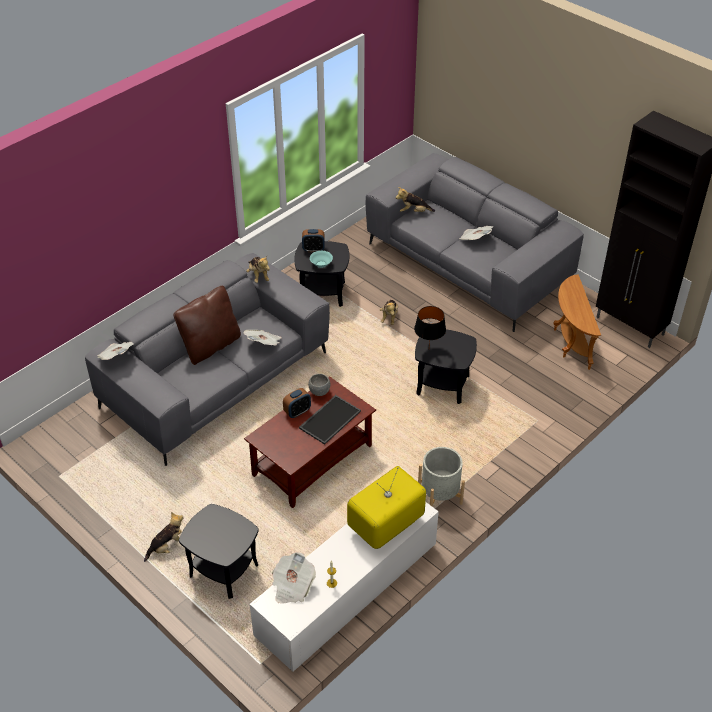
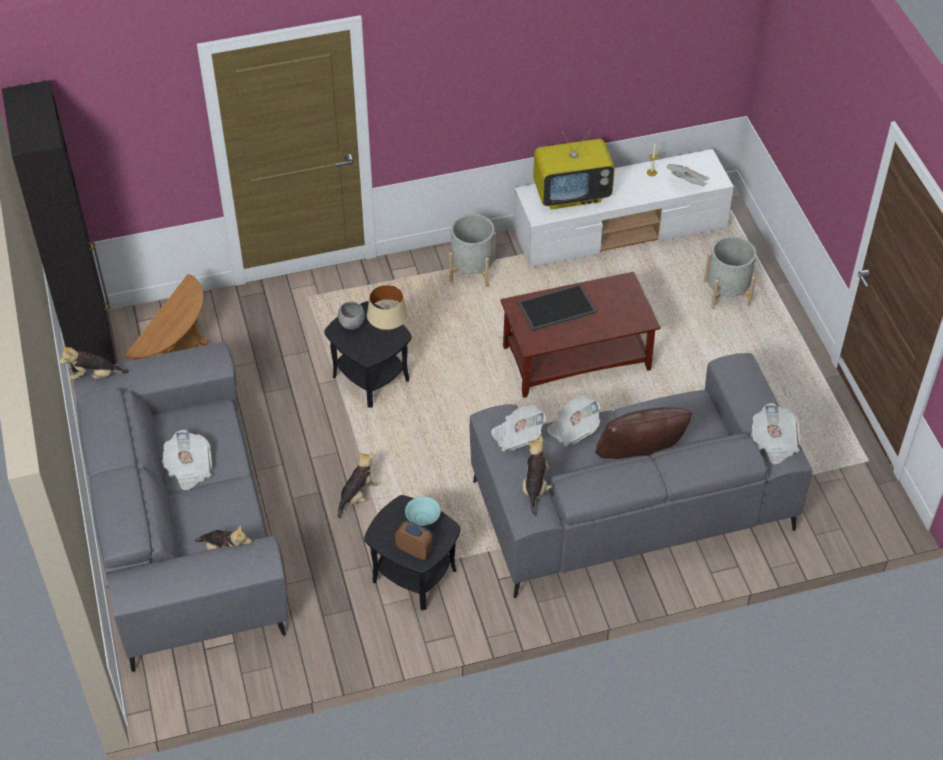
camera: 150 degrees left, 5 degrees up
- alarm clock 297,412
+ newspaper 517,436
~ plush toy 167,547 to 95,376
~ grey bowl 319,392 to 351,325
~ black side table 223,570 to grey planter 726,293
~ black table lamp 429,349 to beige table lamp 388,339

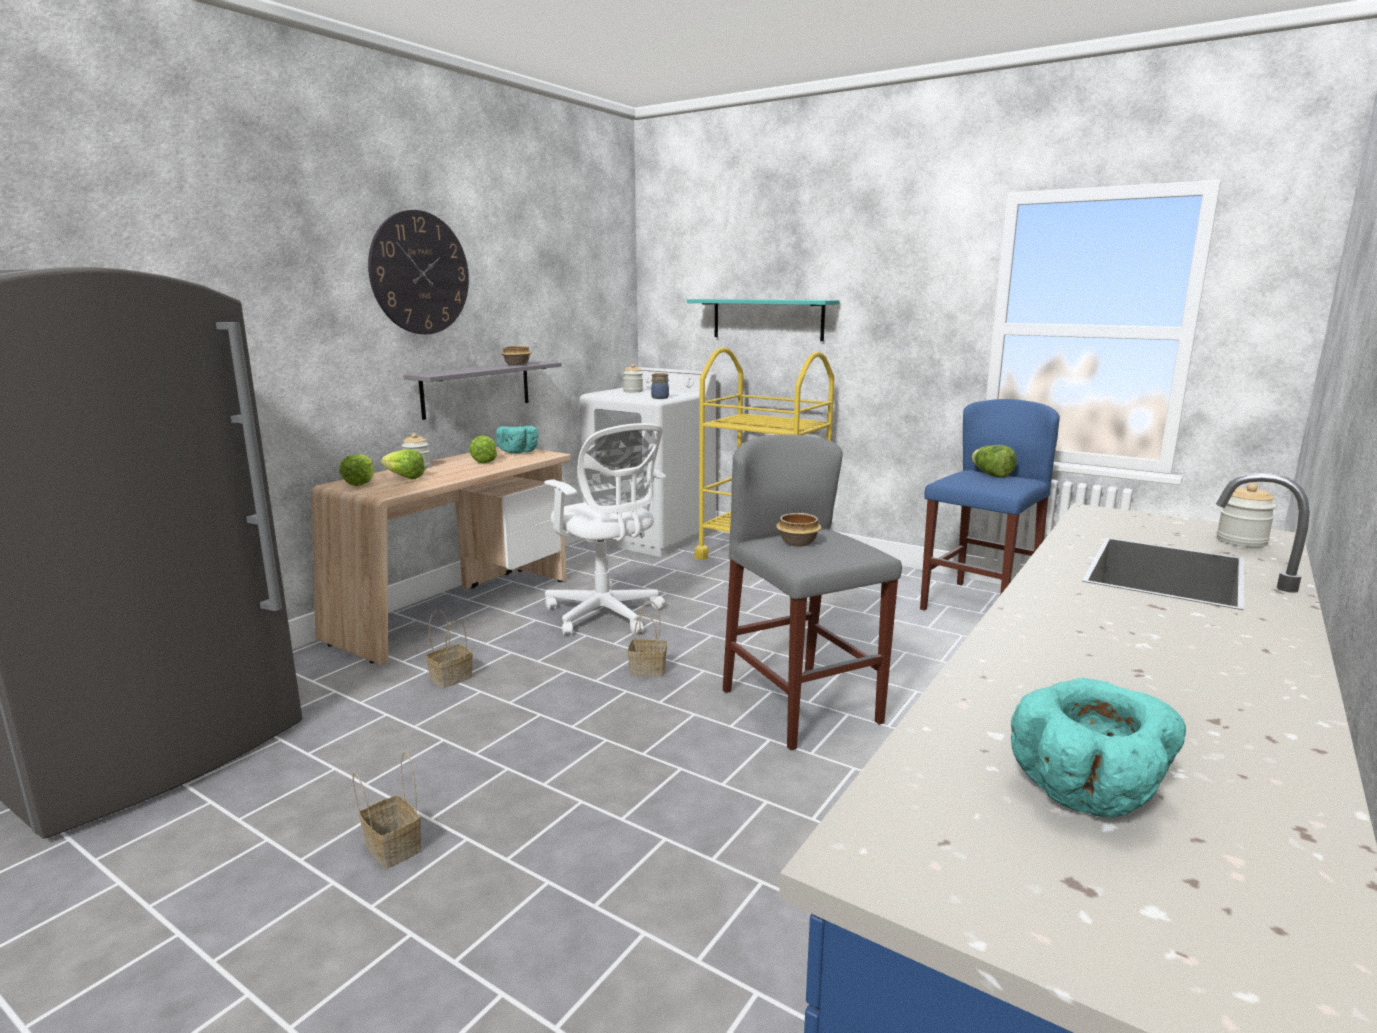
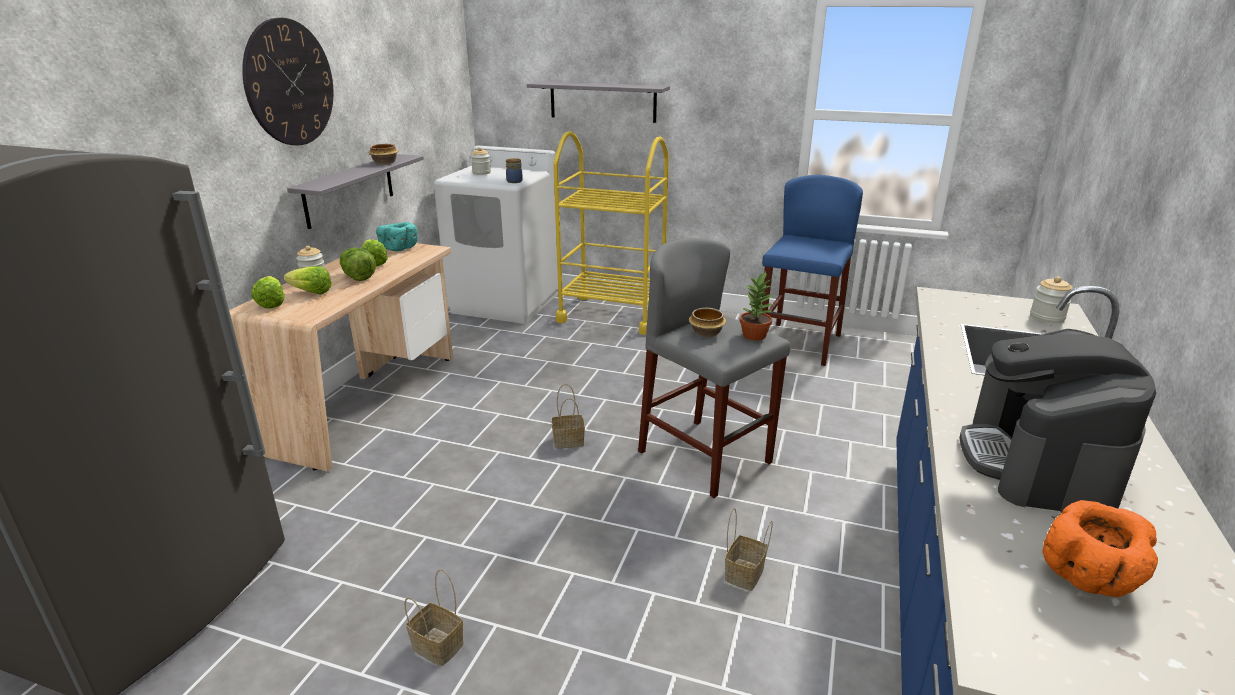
camera: 15 degrees left, 10 degrees up
- white office chair 606,616
+ potted plant 755,335
+ coffee machine 1038,463
~ basket 450,679 to 744,575
~ lettuce 991,475 to 357,277
~ turquoise shelf 767,319 to grey shelf 602,101
~ turquoise bowl 1089,795 to orange bowl 1091,577

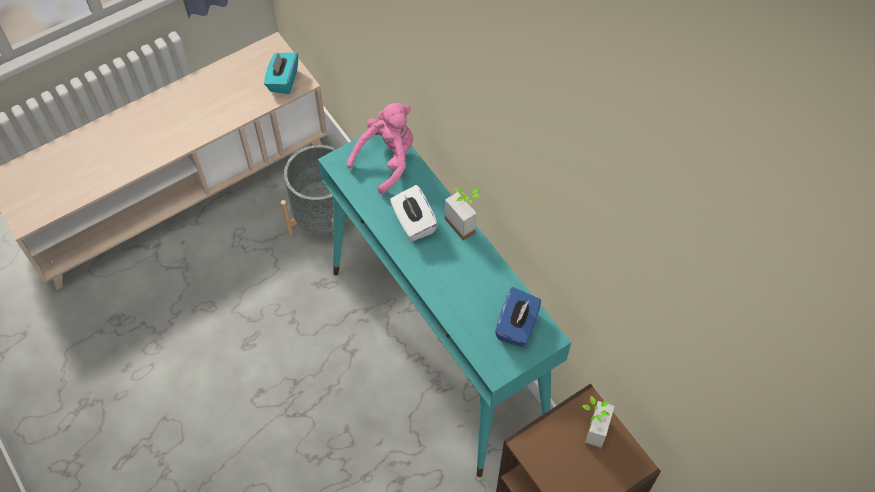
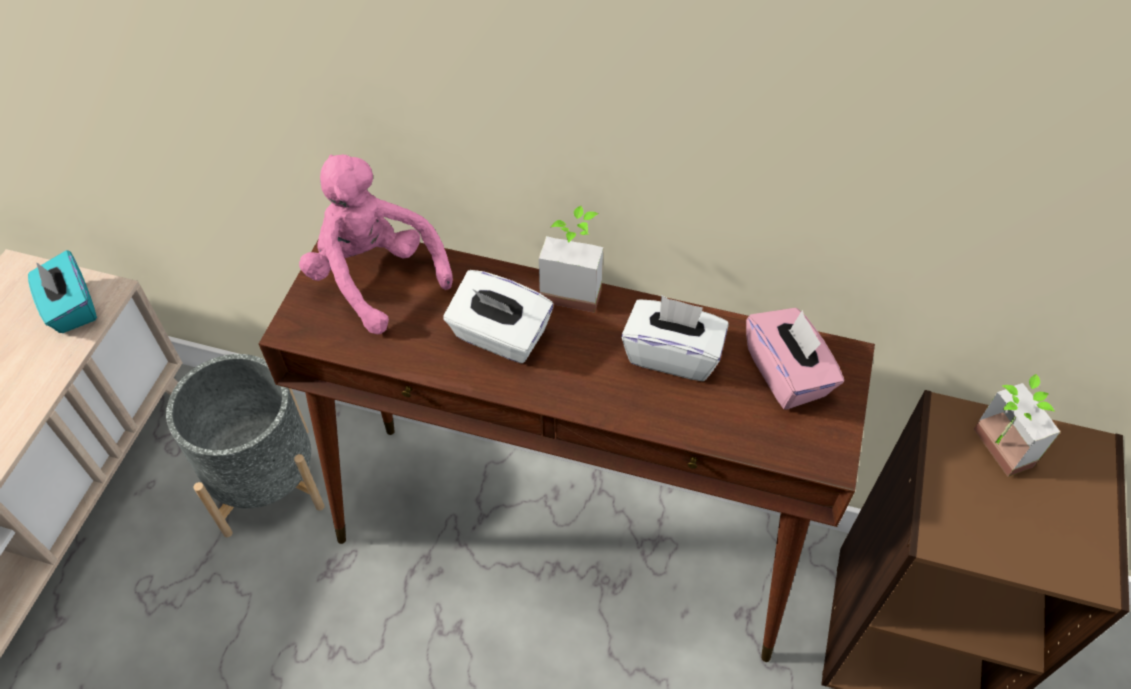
camera: 40 degrees left, 5 degrees down
+ white tissue box 672,354
~ turquoise console table 438,349 to brown console table 567,537
~ blue tissue box 517,326 to pink tissue box 787,374
~ pink plush toy 387,160 = 375,277 45 degrees counterclockwise

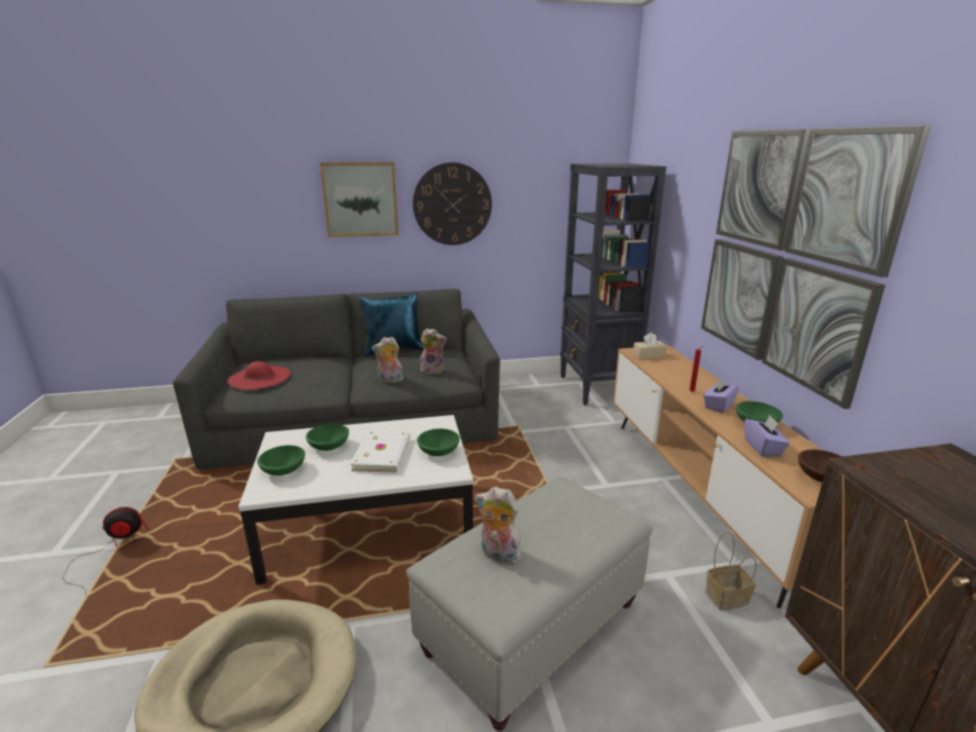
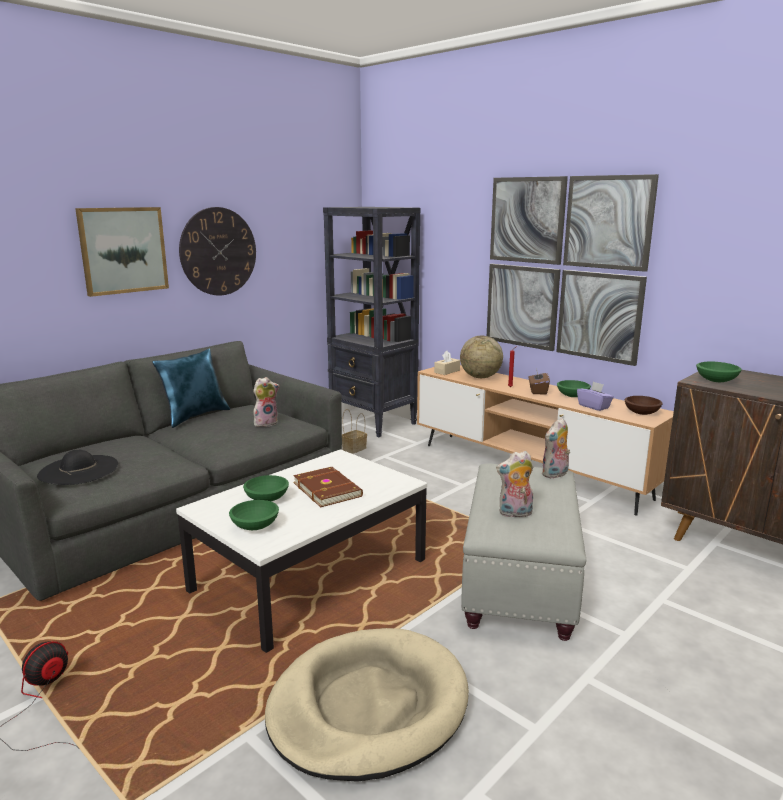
camera: 35 degrees left, 5 degrees down
+ globe 480,377
~ plush toy 390,380 to 555,474
~ green bowl 438,451 to 716,380
~ basket 727,596 to 354,448
~ red hat 259,377 to black hat 78,470
~ white book 383,454 to brown book 328,489
~ purple tissue box 718,406 to brown tissue box 537,391

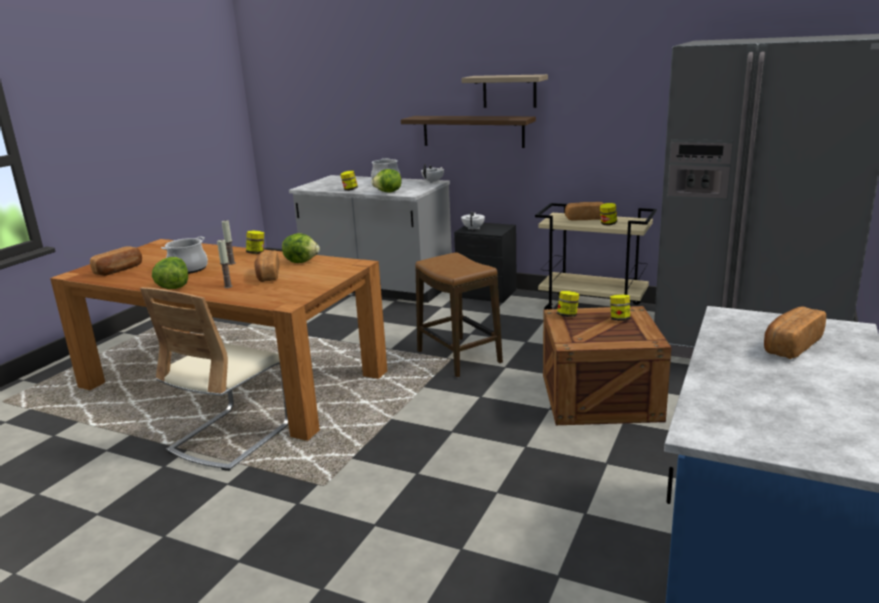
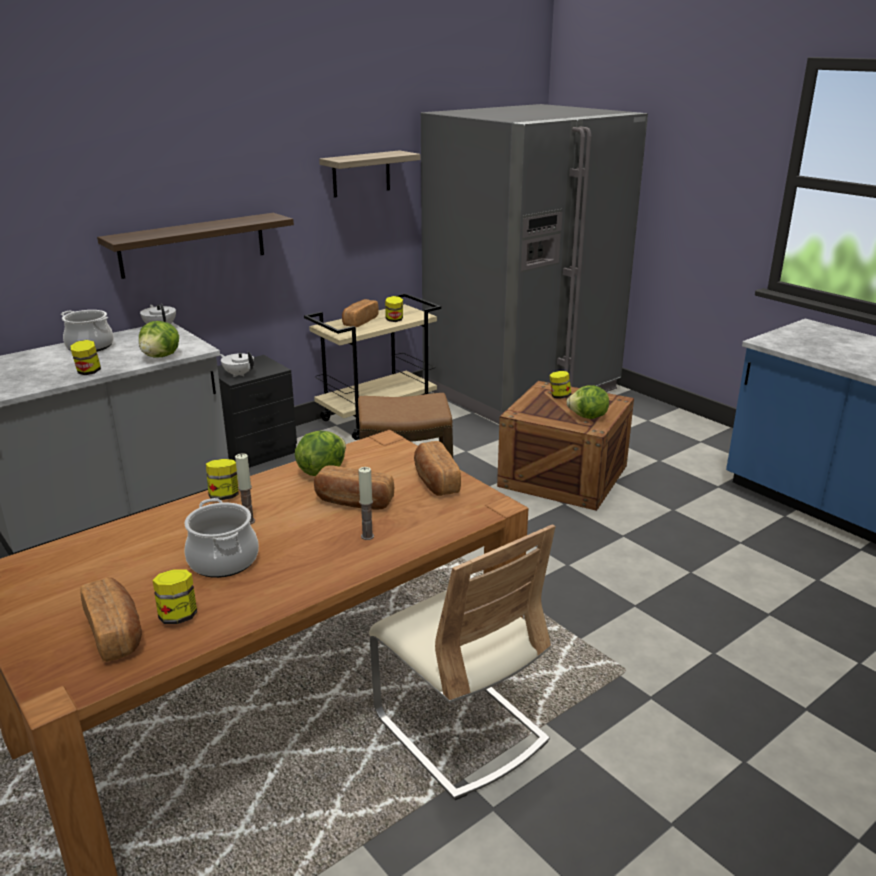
camera: 65 degrees left, 5 degrees up
~ lettuce 173,288 to 588,417
~ shelf 509,91 to 361,174
~ jar 567,315 to 178,616
~ bread 790,346 to 435,481

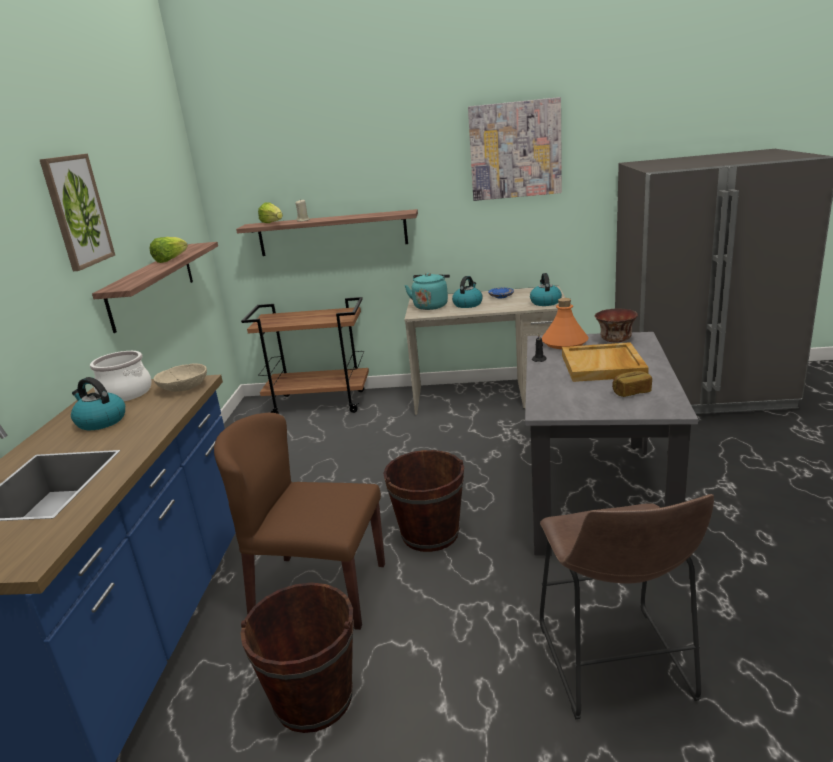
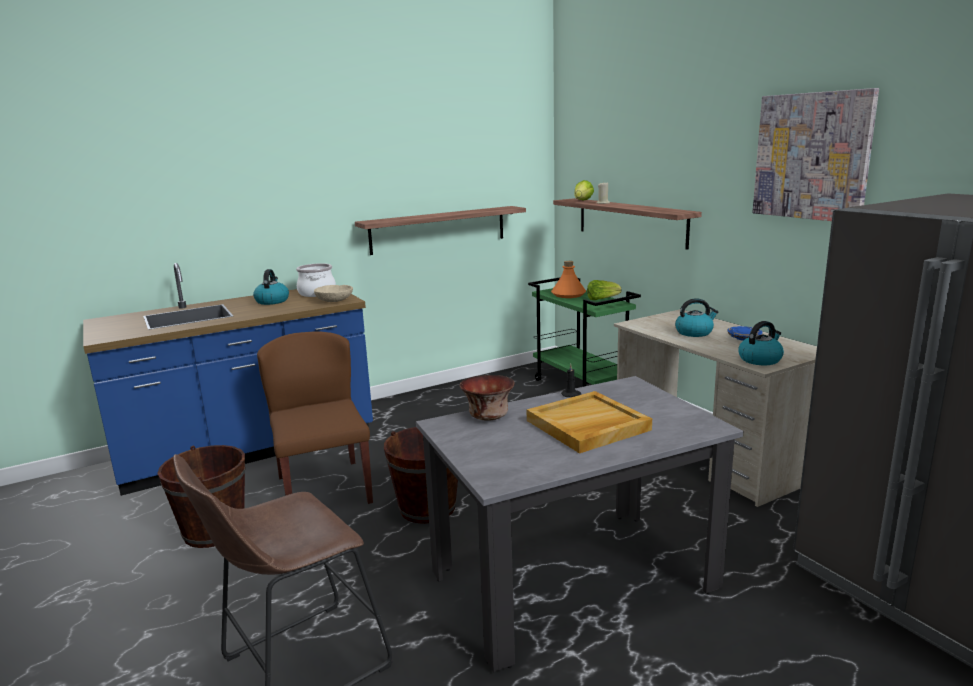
camera: 55 degrees right, 5 degrees down
- picture 77,211
- turquoise kettle 431,305
- bread 631,392
~ lettuce 170,260 to 601,299
~ orange bottle 564,343 to 568,294
~ bowl 616,340 to 488,417
~ brown cart 320,403 to green cart 582,386

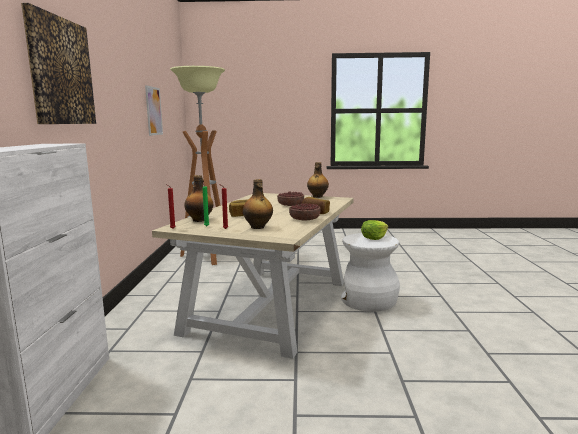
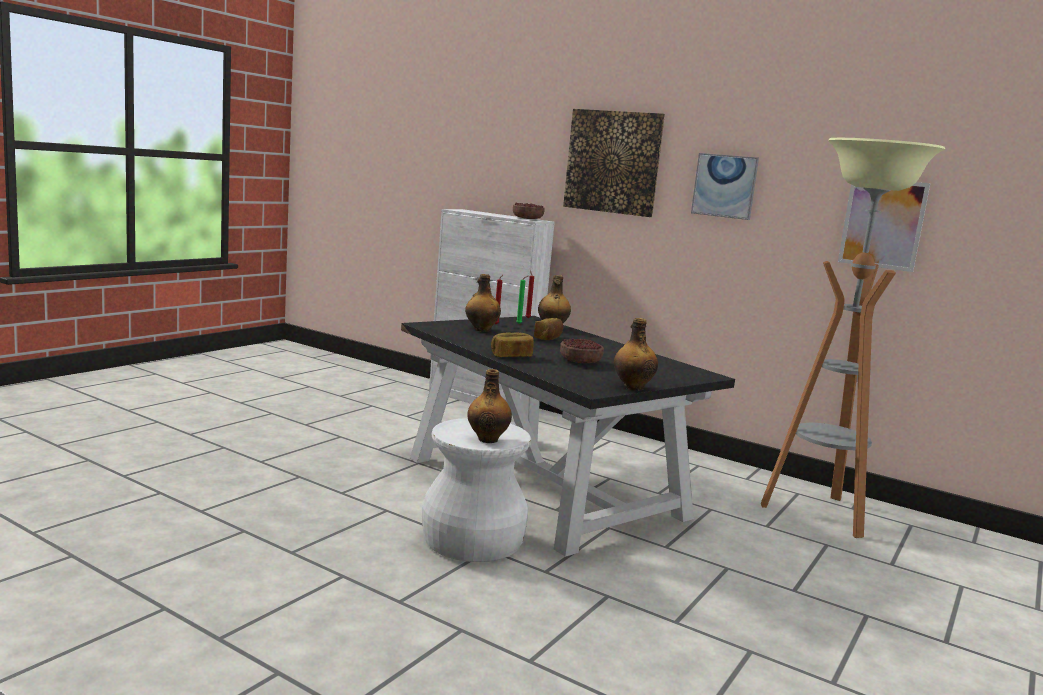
camera: 120 degrees right, 0 degrees up
+ picture 724,186
~ bowl 304,219 to 527,218
~ lettuce 374,238 to bottle 488,439
~ beige dining table 270,305 to black dining table 545,487

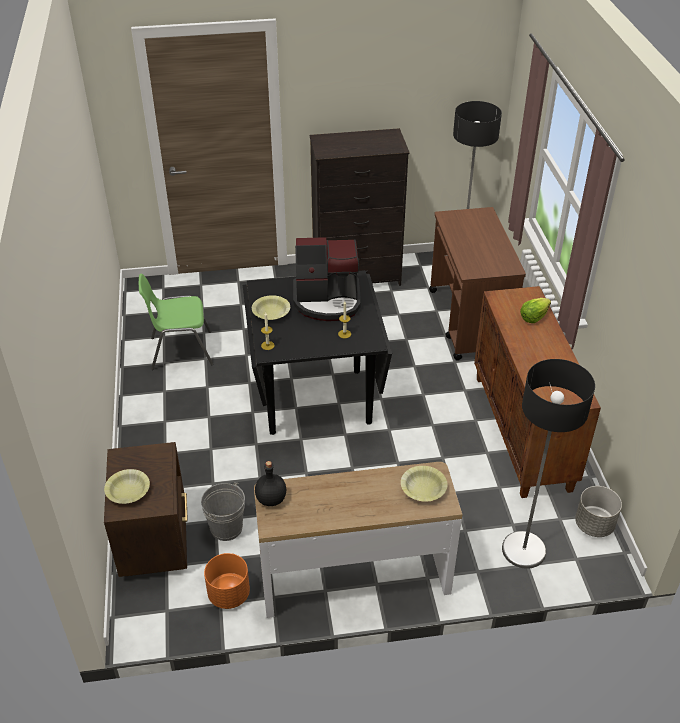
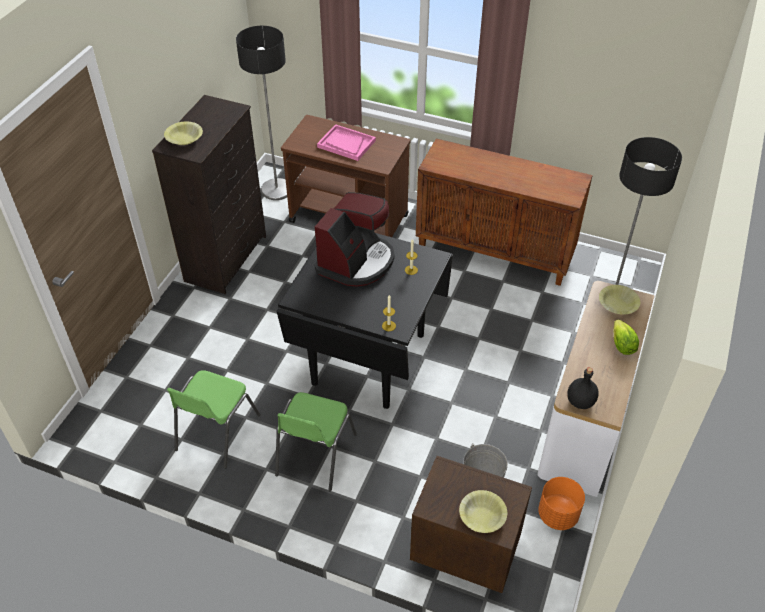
camera: 60 degrees left, 5 degrees up
- grey planter 594,525
+ green chair 314,455
+ pink tray 346,144
~ yellow bowl 271,313 to 184,138
~ lettuce 533,317 to 622,345

